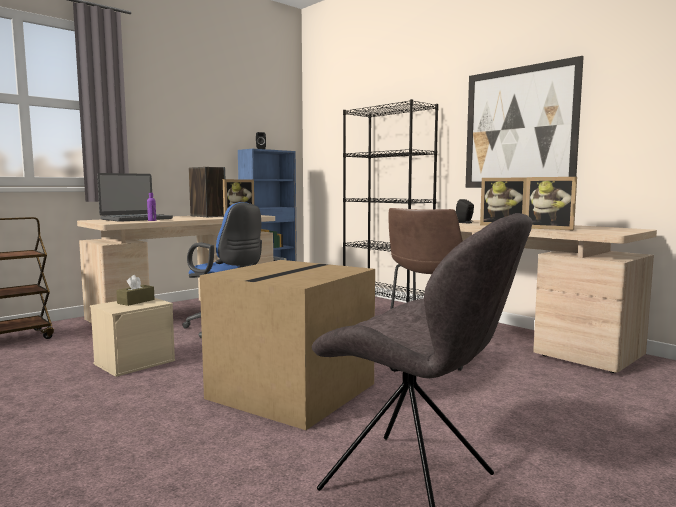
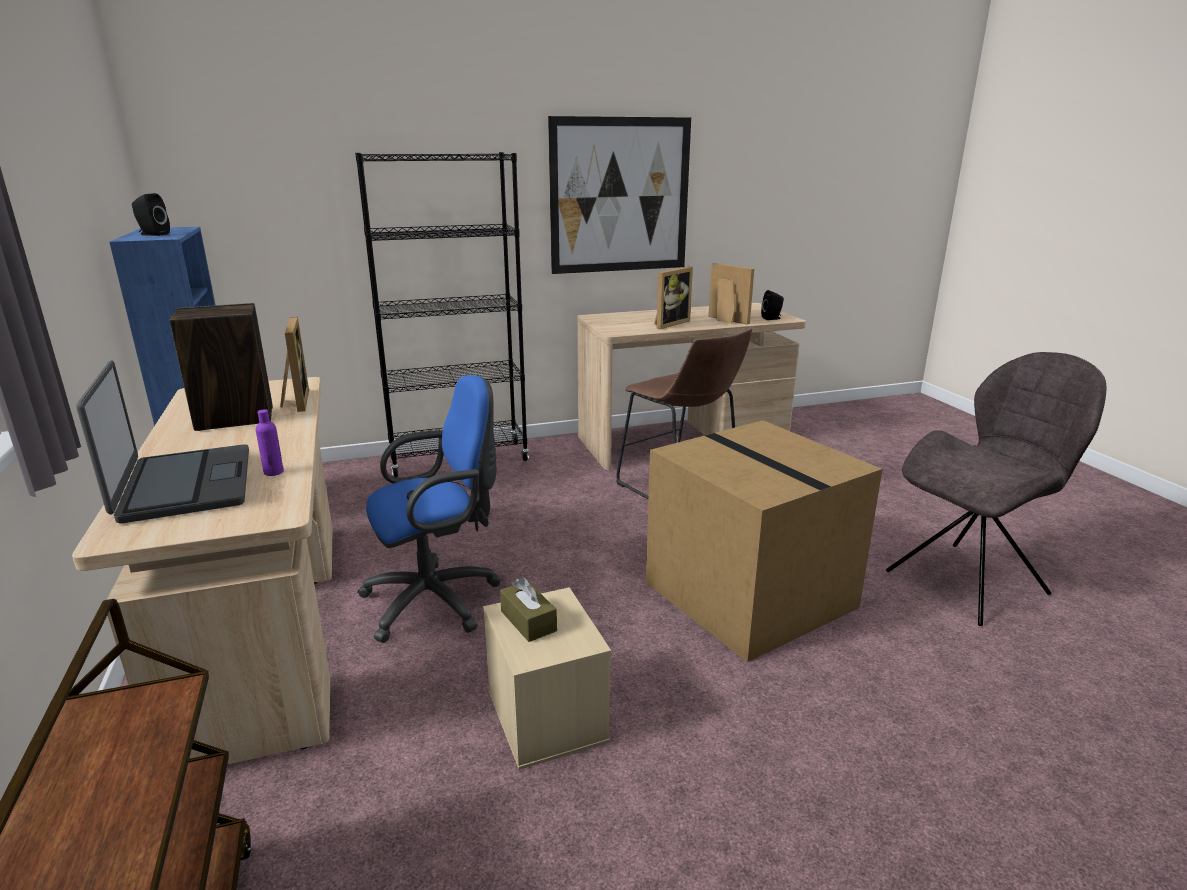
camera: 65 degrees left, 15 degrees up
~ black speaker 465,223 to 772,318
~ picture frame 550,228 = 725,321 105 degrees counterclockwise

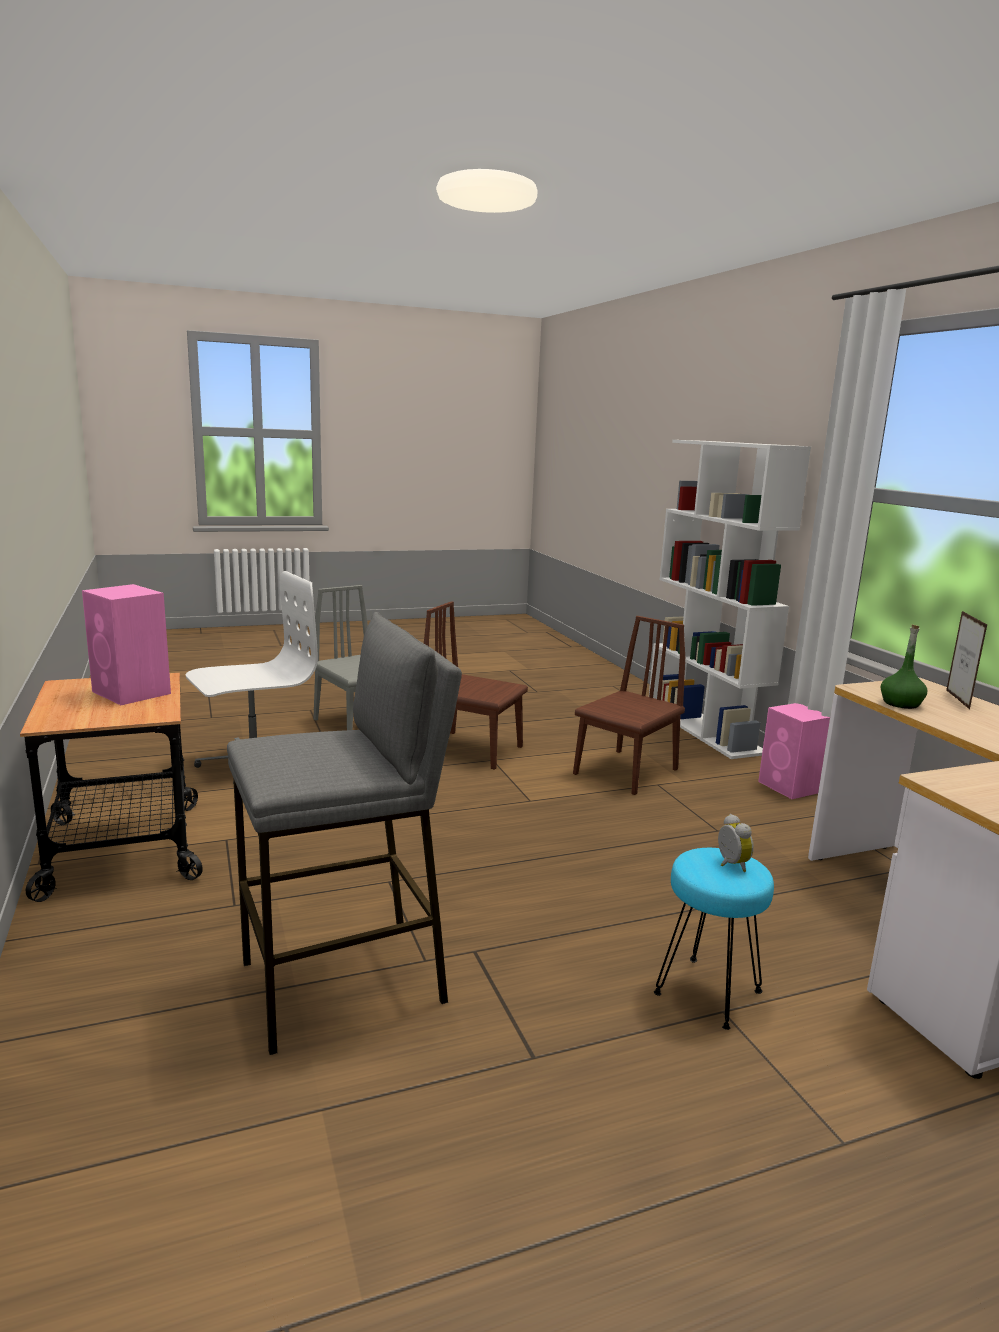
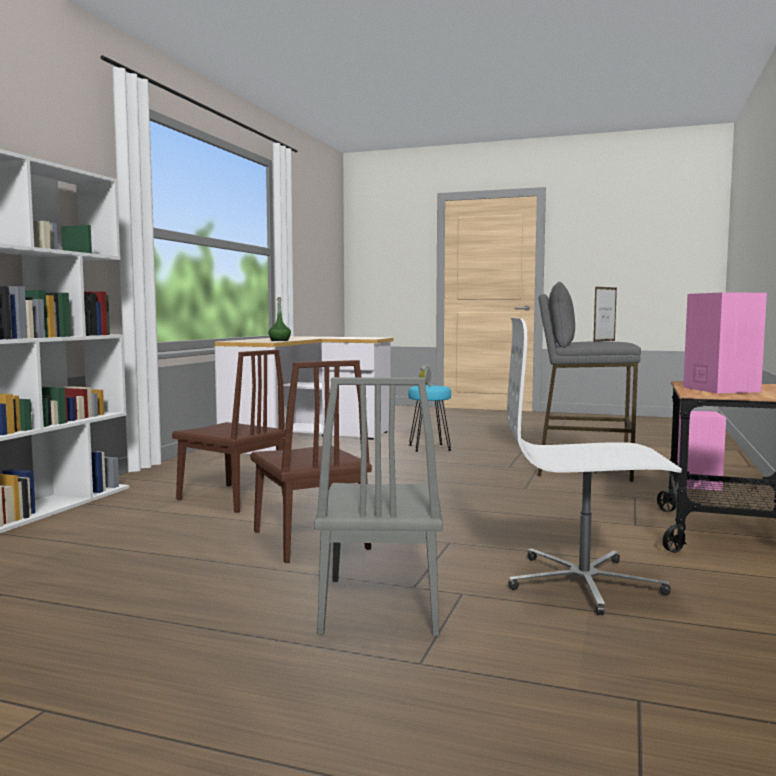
camera: 140 degrees left, 10 degrees down
~ pink speaker 790,787 to 697,484
~ picture frame 957,699 to 604,341
~ brown chair 626,771 = 232,498 135 degrees counterclockwise

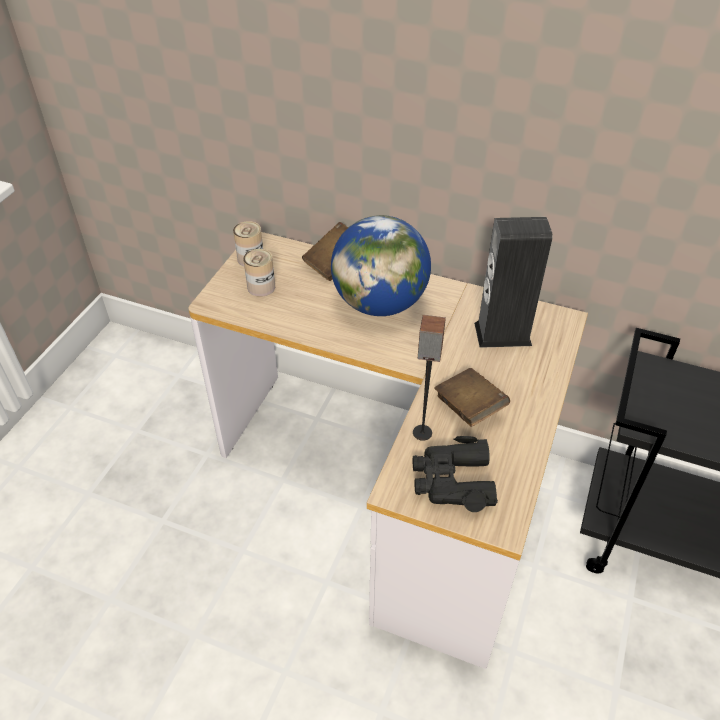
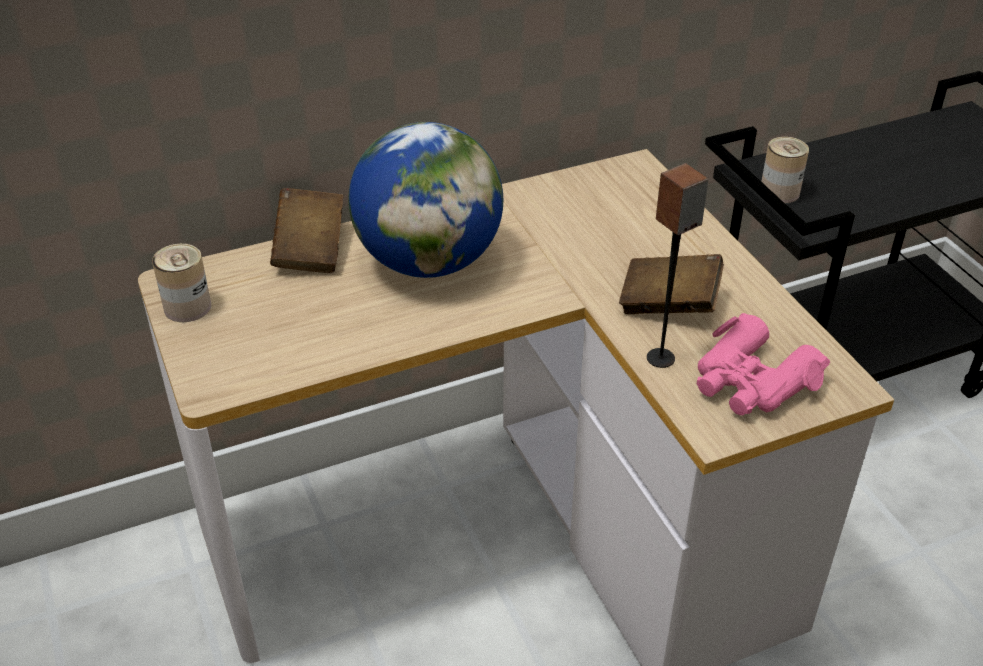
camera: 45 degrees left, 5 degrees down
- speaker 502,334
~ can 261,287 to 779,192
~ black binoculars 452,481 to pink binoculars 751,381

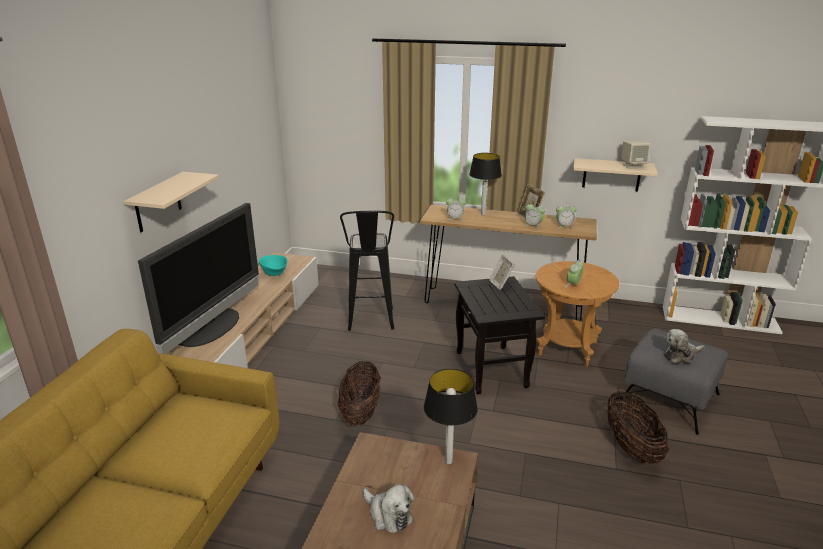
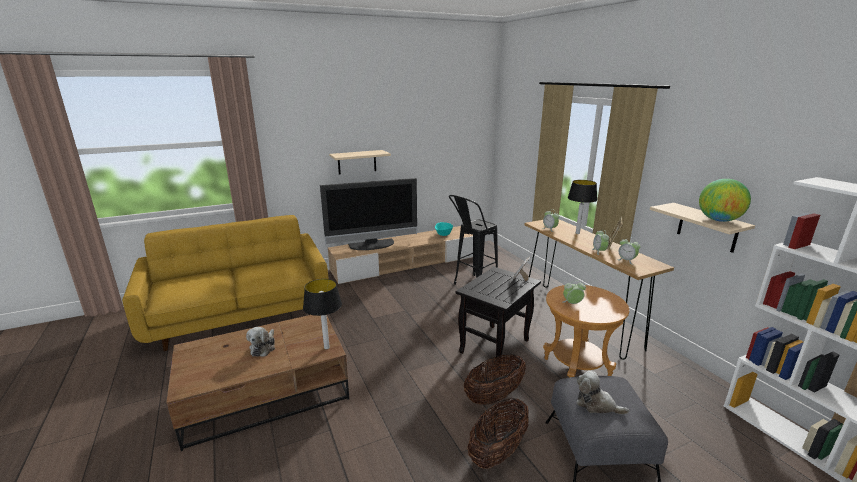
camera: 50 degrees right, 5 degrees down
~ basket 360,412 to 494,396
~ beige speaker 633,166 to globe 719,220

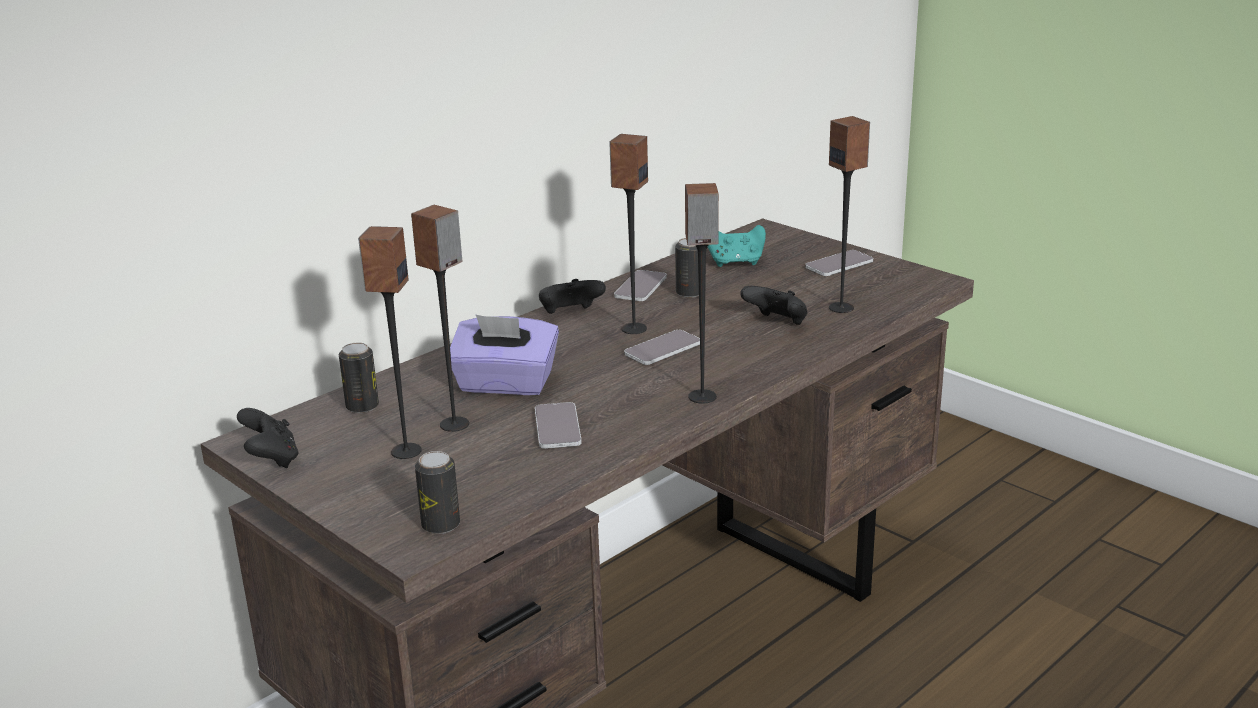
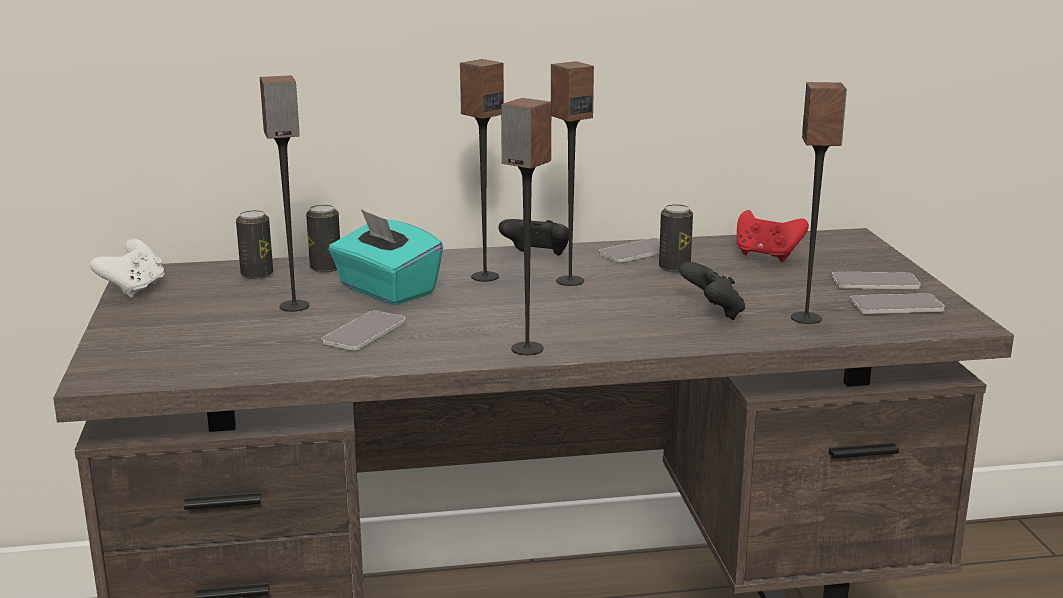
camera: 35 degrees right, 5 degrees down
~ speaker 405,451 to 484,276
~ can 440,525 to 325,268
~ phone 663,349 to 896,306
~ black game controller 272,459 to white game controller 134,289
~ purple tissue box 505,384 to turquoise tissue box 386,290
~ turquoise game controller 735,263 to red game controller 766,255

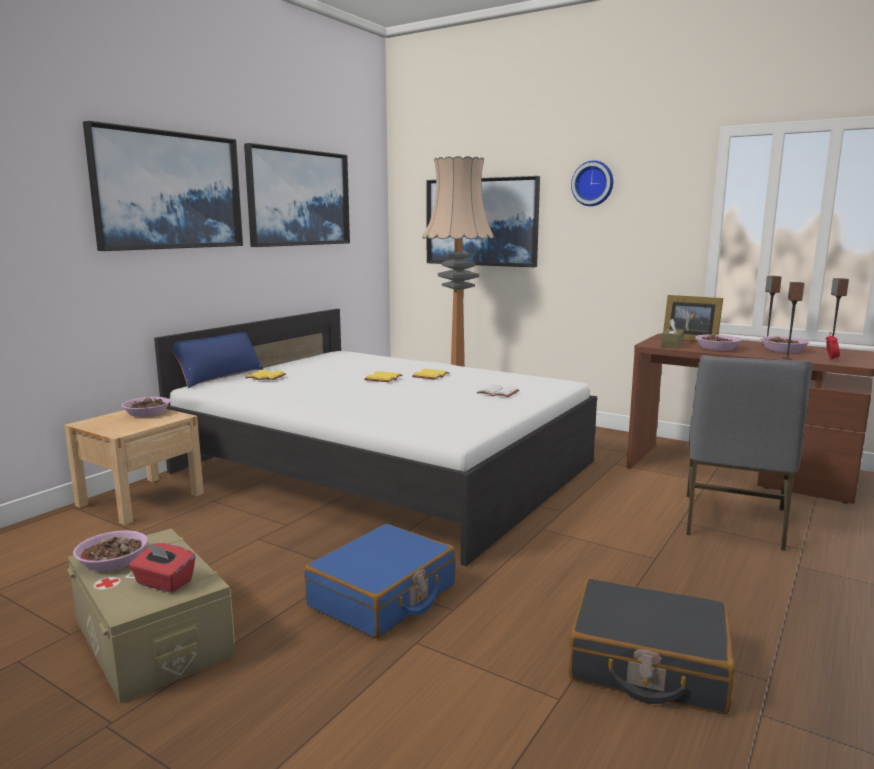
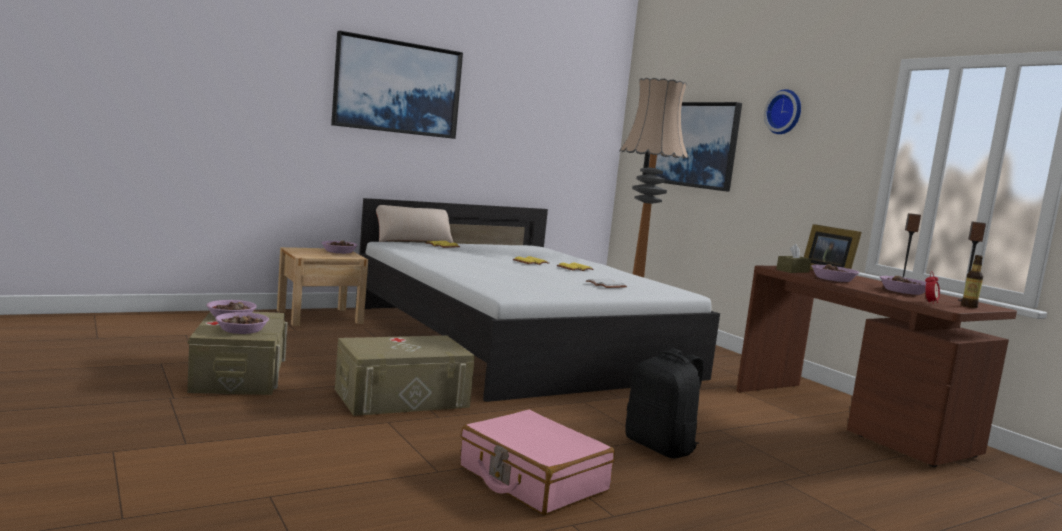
camera: 25 degrees right, 5 degrees down
- picture 298,198
- grey chair 733,521
- speaker 787,358
+ black backpack 661,447
+ bottle 969,306
~ red tissue box 164,583 to bowl 242,330
~ blue suitcase 383,596 to beige storage box 401,398
~ blue pillow 219,377 to beige pillow 413,241
~ black suitcase 647,664 to pink suitcase 532,479

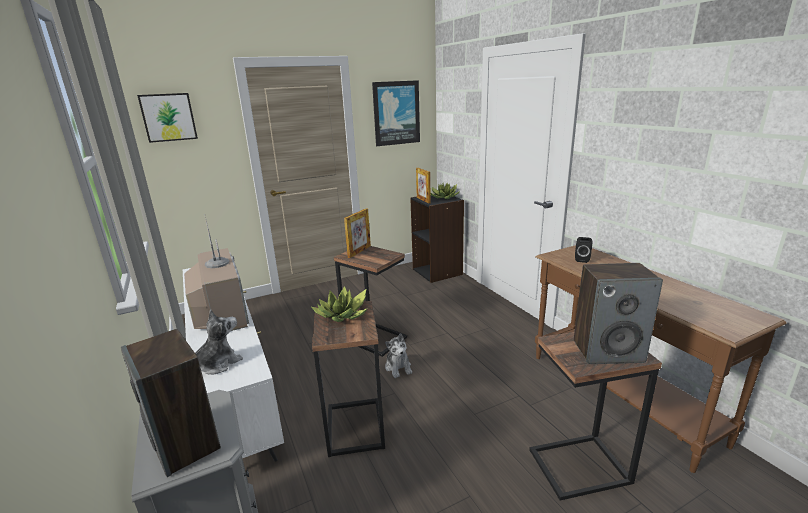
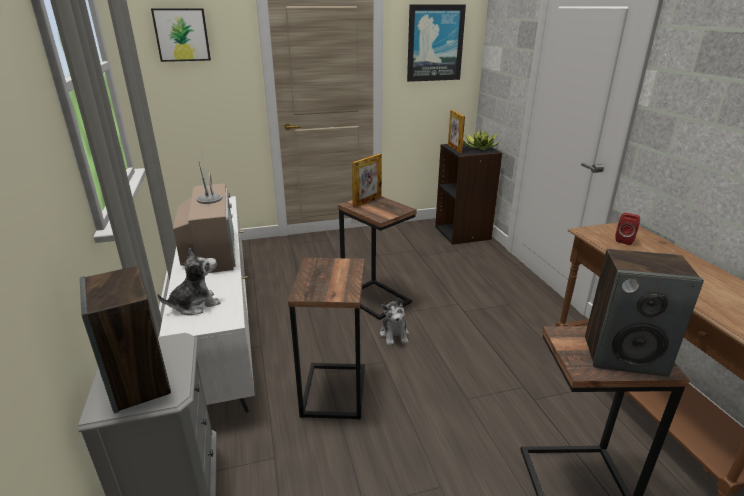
camera: 10 degrees right, 5 degrees up
- potted plant 343,315
~ black speaker 582,259 to red speaker 625,240

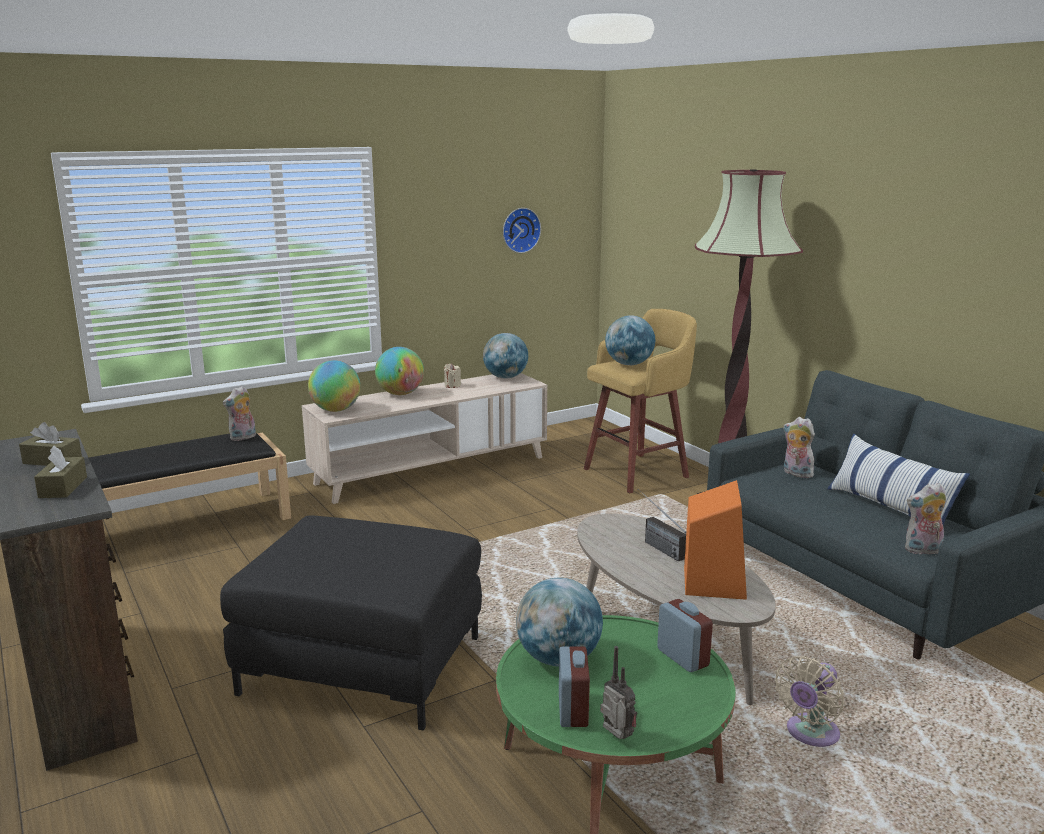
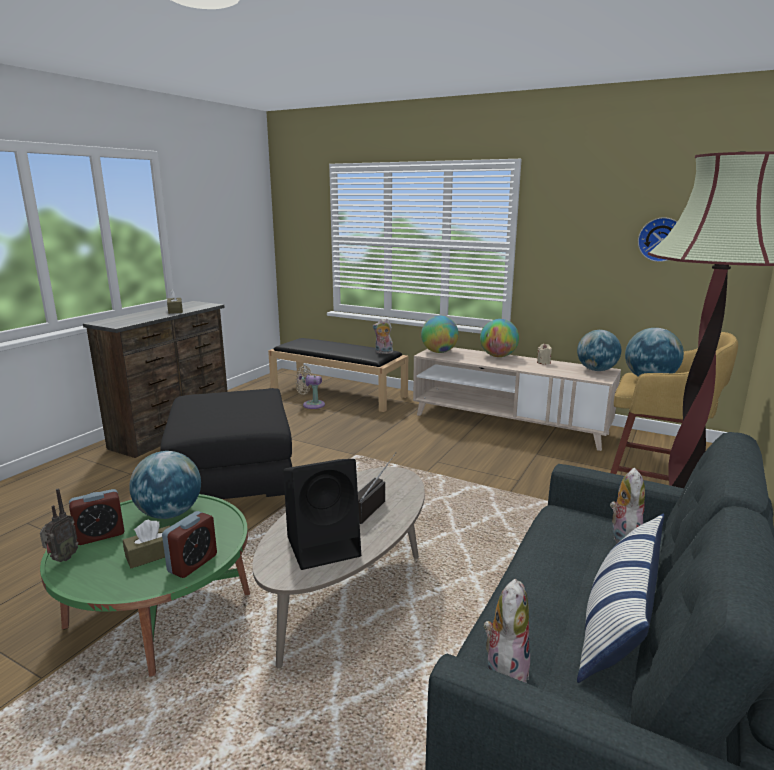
camera: 60 degrees right, 0 degrees up
~ brown tissue box 63,487 to 152,555
~ beige fan 809,734 to 311,404
~ orange speaker 713,581 to black speaker 325,545
~ plush toy 922,551 = 504,670 60 degrees clockwise

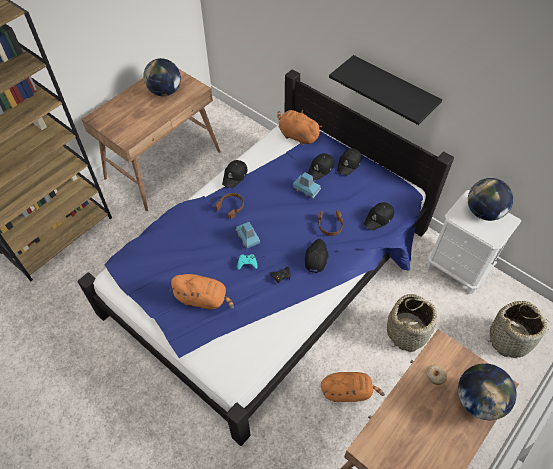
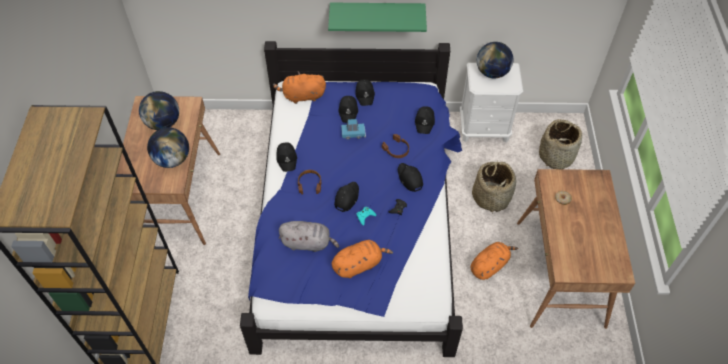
camera: 40 degrees left, 0 degrees up
+ grey plush toy 308,243
~ globe 478,400 to 172,159
~ blue toy car 248,237 to black cap 346,198
~ black shelf 393,89 to green shelf 377,14

